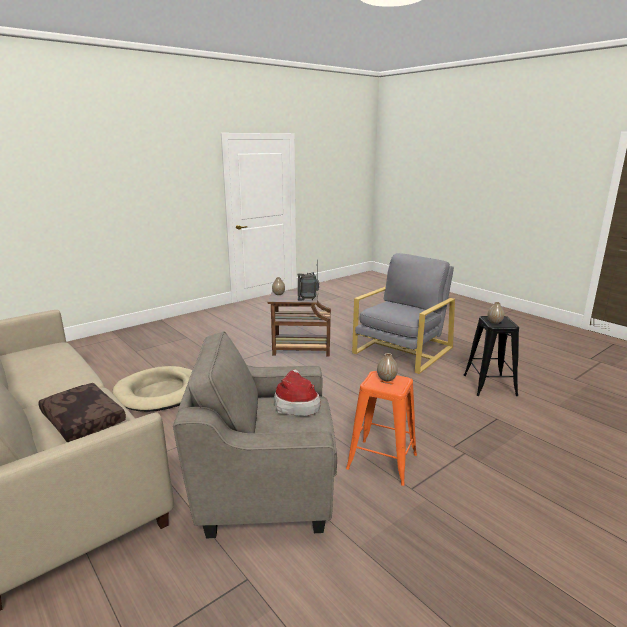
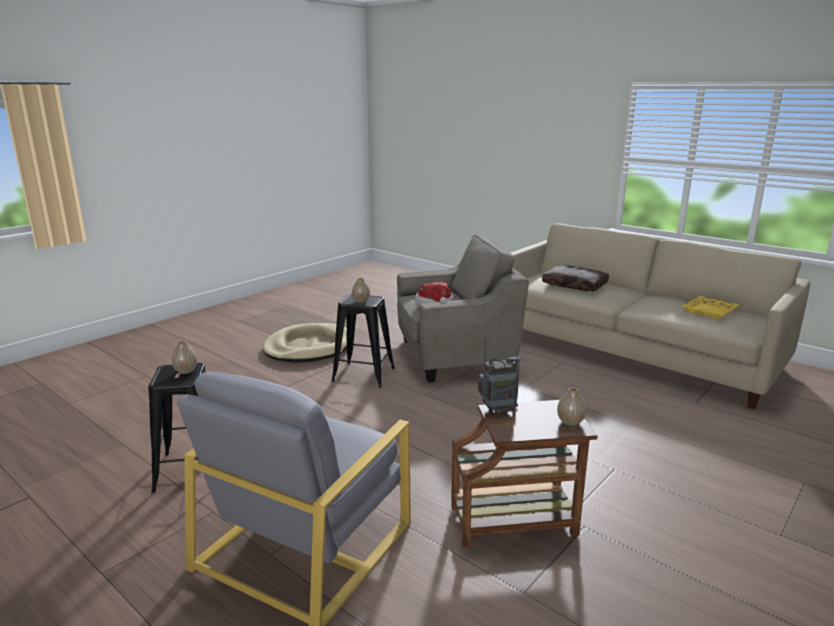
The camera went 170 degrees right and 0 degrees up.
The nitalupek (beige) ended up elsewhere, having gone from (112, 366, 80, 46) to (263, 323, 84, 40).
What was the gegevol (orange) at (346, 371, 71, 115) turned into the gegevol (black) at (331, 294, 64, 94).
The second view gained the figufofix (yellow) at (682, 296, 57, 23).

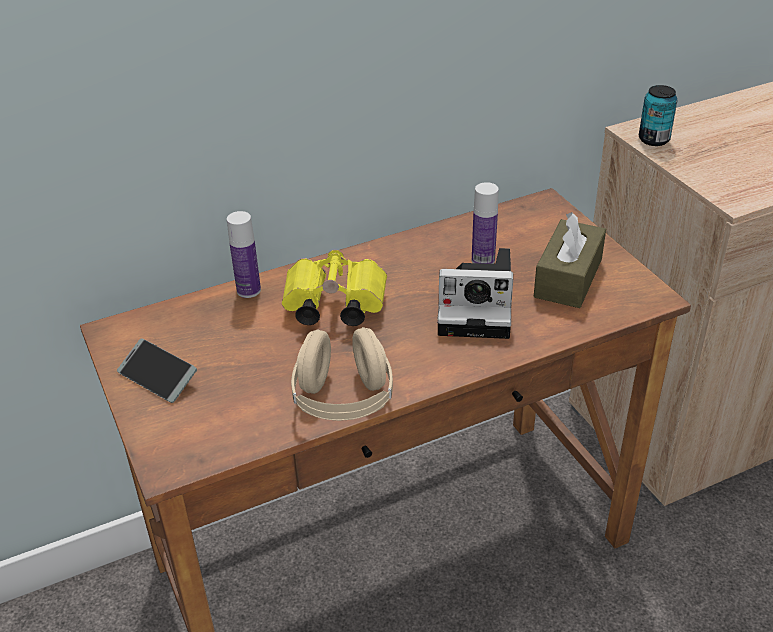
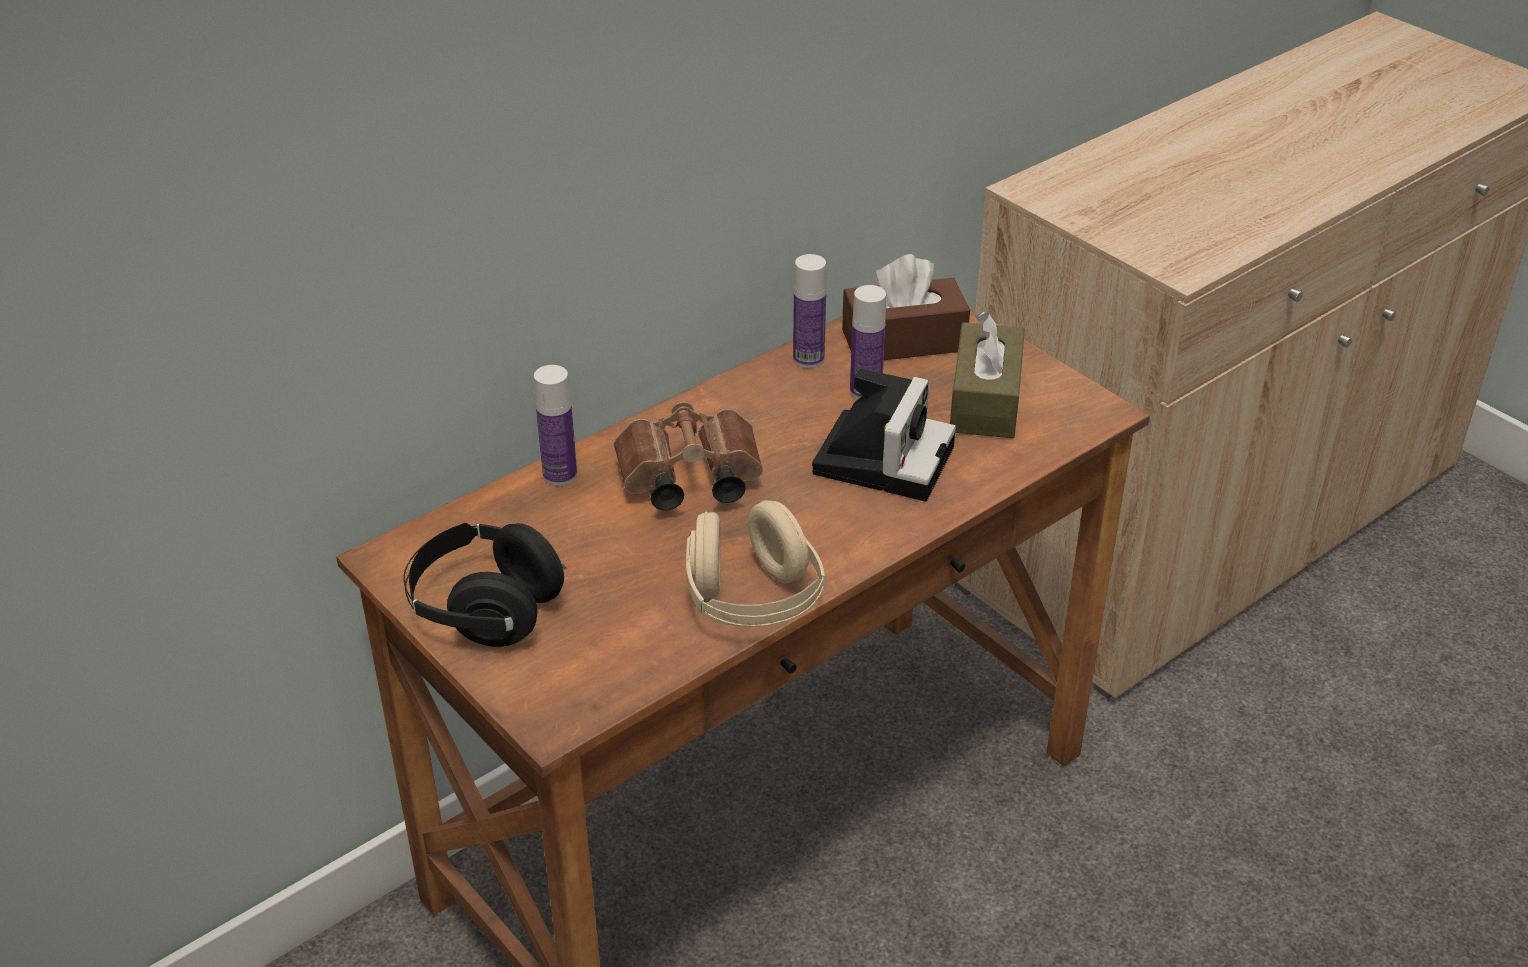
The camera went 15 degrees left and 0 degrees up.
Where the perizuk stood at (117, 339, 80, 64), the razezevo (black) came to stand at (403, 523, 164, 124).
What was the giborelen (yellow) at (282, 250, 105, 76) turned into the giborelen (brown) at (614, 402, 149, 108).
The second view gained the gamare at (793, 254, 33, 114).
The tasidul at (437, 248, 76, 91) ended up facing another way, 60 degrees counterclockwise from before.
The second view gained the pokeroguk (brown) at (842, 254, 128, 106).
The second view lost the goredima at (639, 85, 39, 61).

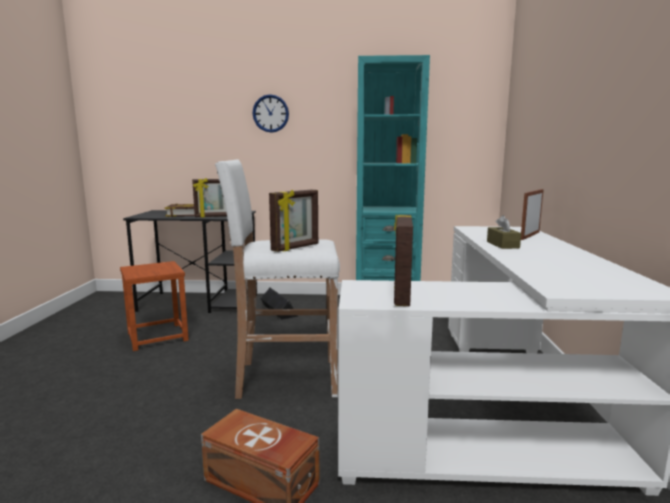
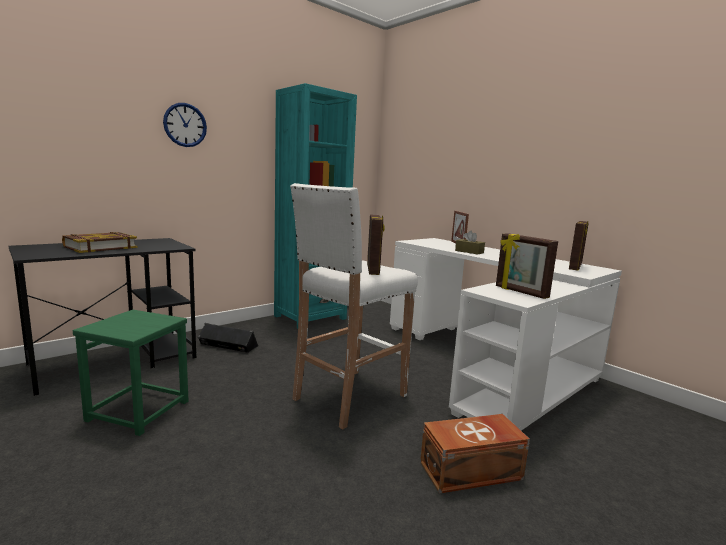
The camera went 45 degrees left and 0 degrees up.
What was the gegevol (brown) at (120, 261, 69, 90) turned into the gegevol (green) at (73, 310, 115, 126).
The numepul ended up elsewhere, having gone from (192, 178, 35, 40) to (569, 221, 20, 49).

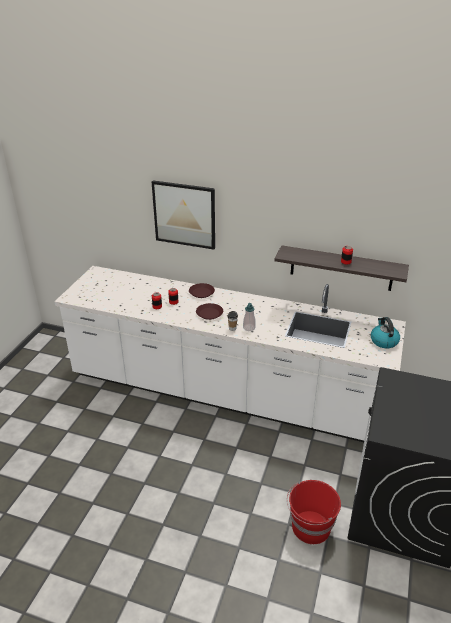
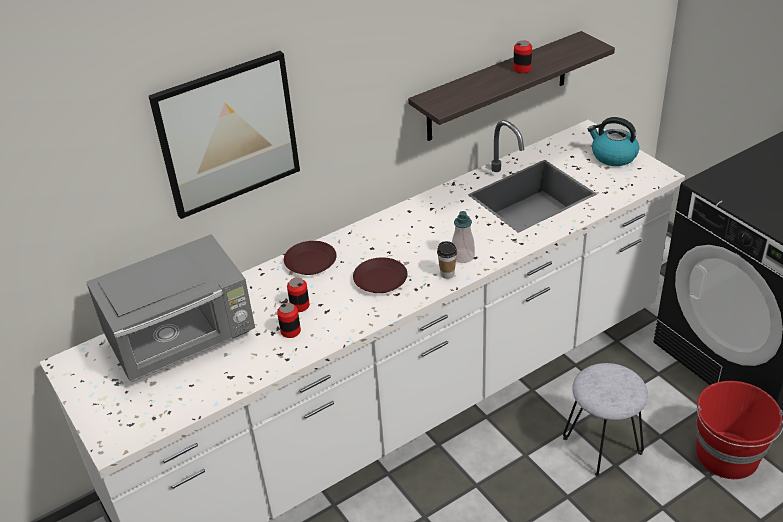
The camera went 50 degrees left and 5 degrees up.
The second view gained the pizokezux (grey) at (86, 234, 169, 148).
The second view gained the gegevol (grey) at (563, 363, 85, 114).

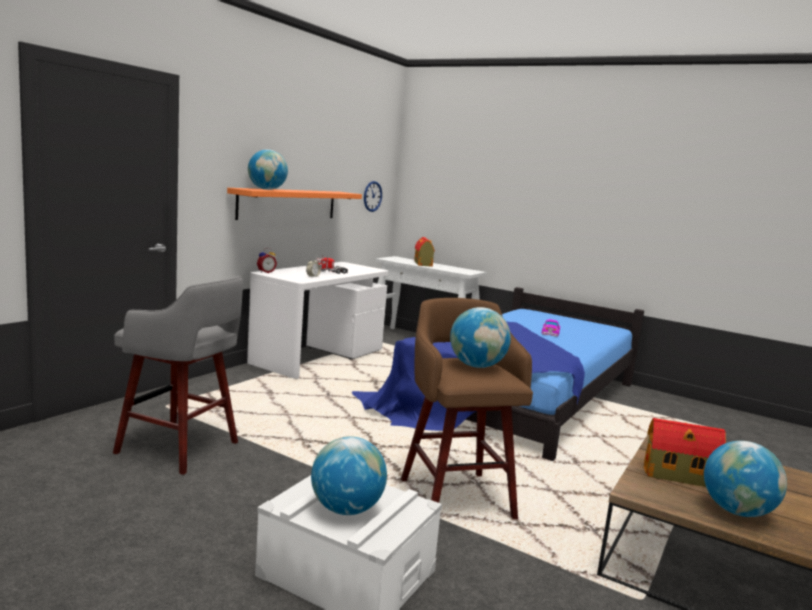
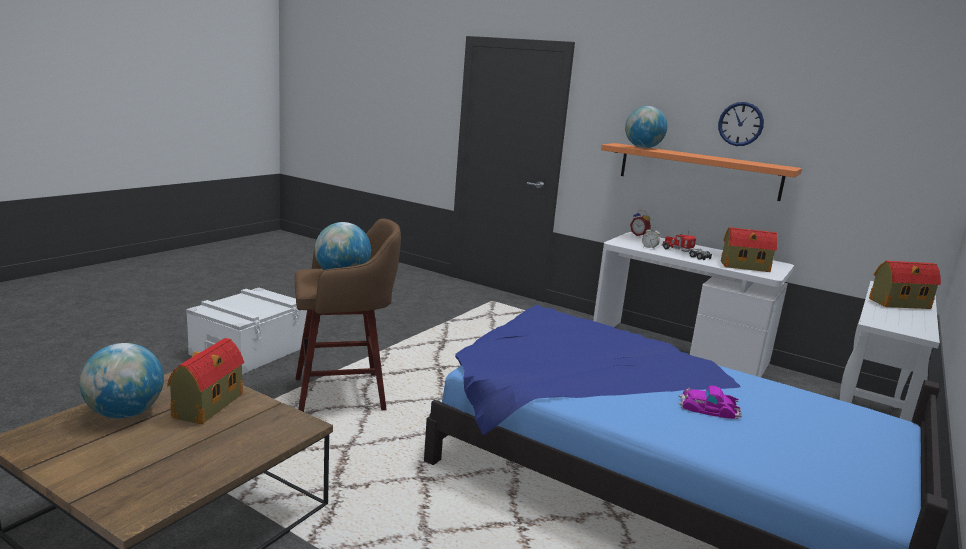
The camera went 90 degrees right and 5 degrees up.
The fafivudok ended up elsewhere, having gone from (364, 181, 18, 31) to (718, 102, 46, 44).
The second view gained the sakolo at (721, 227, 57, 45).
The second view lost the gegevol (grey) at (113, 276, 130, 199).
The second view lost the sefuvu at (311, 436, 76, 79).

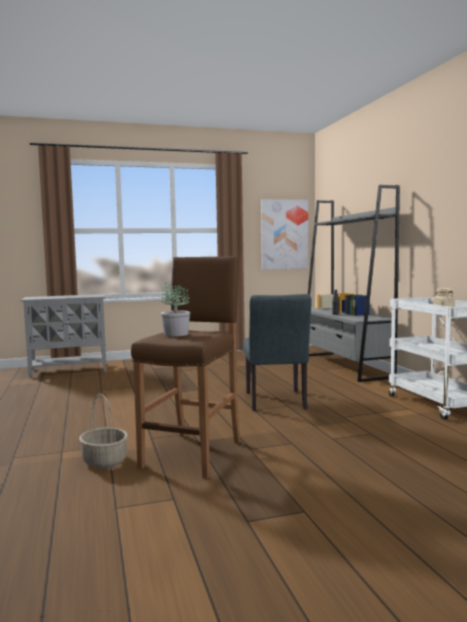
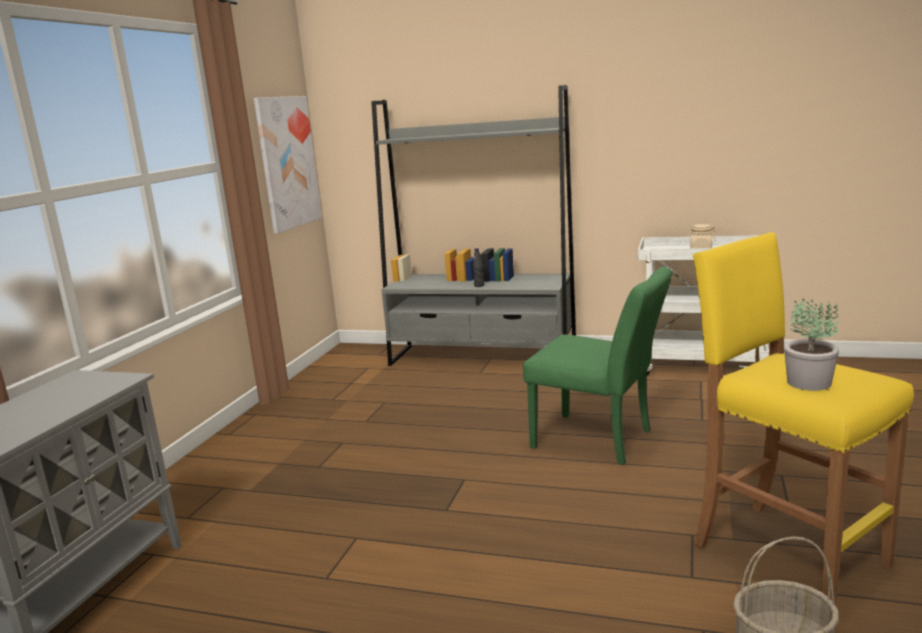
The camera went 55 degrees left and 10 degrees up.
What was the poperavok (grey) at (243, 294, 69, 117) turned into the poperavok (green) at (523, 267, 149, 198).
What was the gegevol (brown) at (131, 256, 110, 223) turned into the gegevol (yellow) at (693, 232, 221, 374).

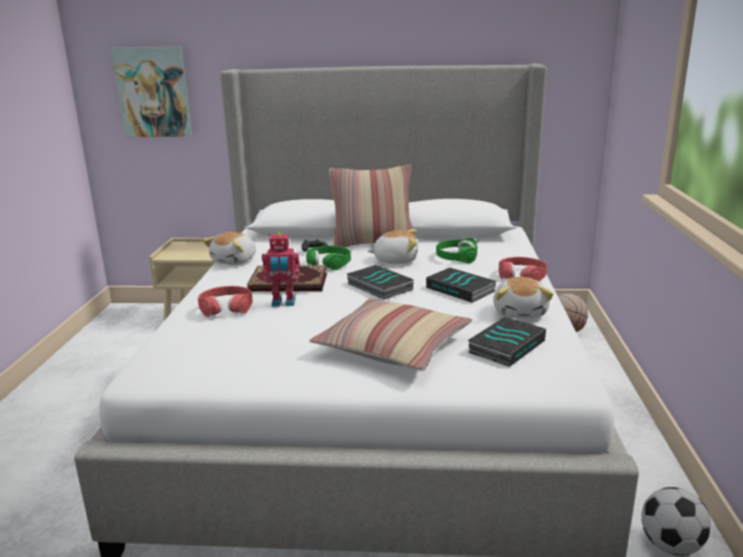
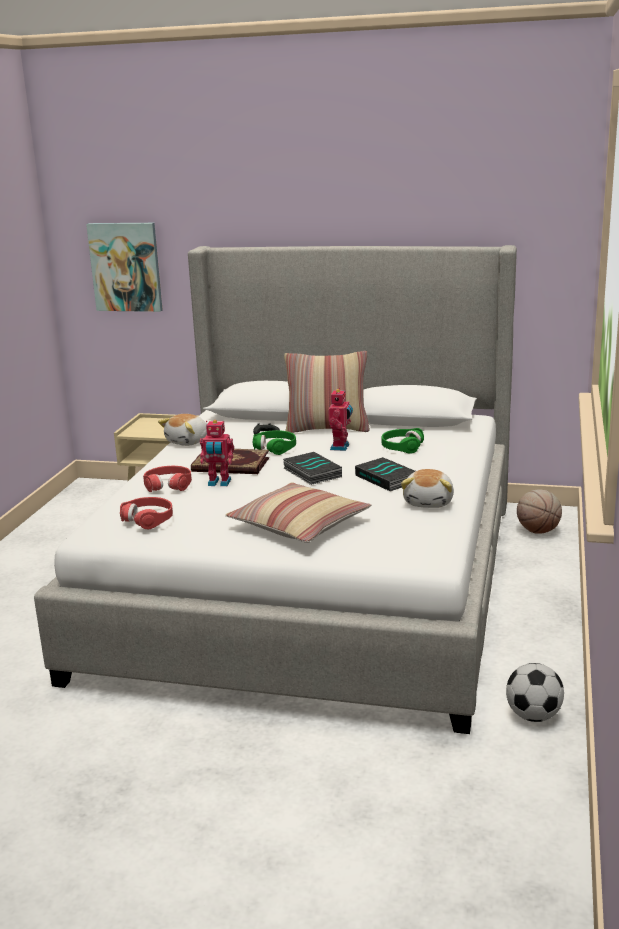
The camera went 10 degrees right and 0 degrees up.
The razezevo (red) ended up elsewhere, having gone from (499, 257, 48, 24) to (120, 497, 53, 32).
Where the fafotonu stood at (368, 229, 50, 35), the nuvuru came to stand at (328, 388, 25, 63).
The second view lost the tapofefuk at (467, 317, 79, 50).

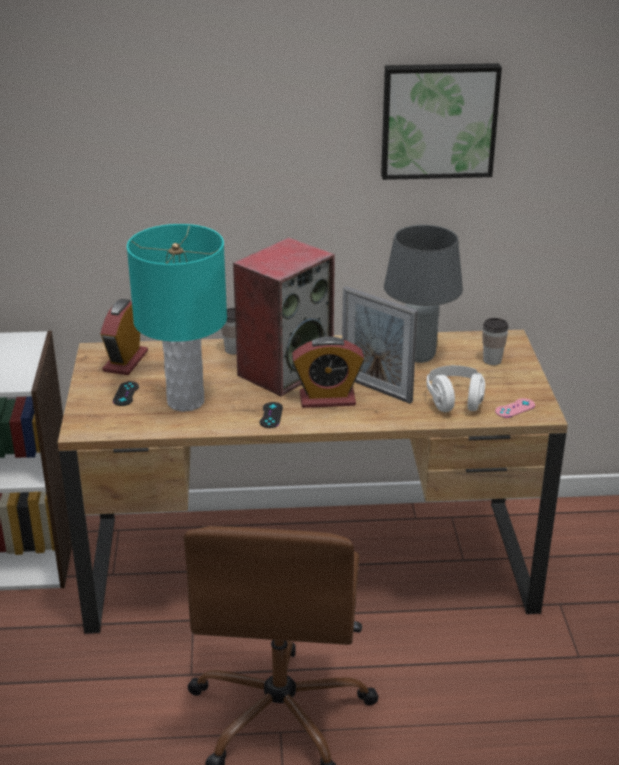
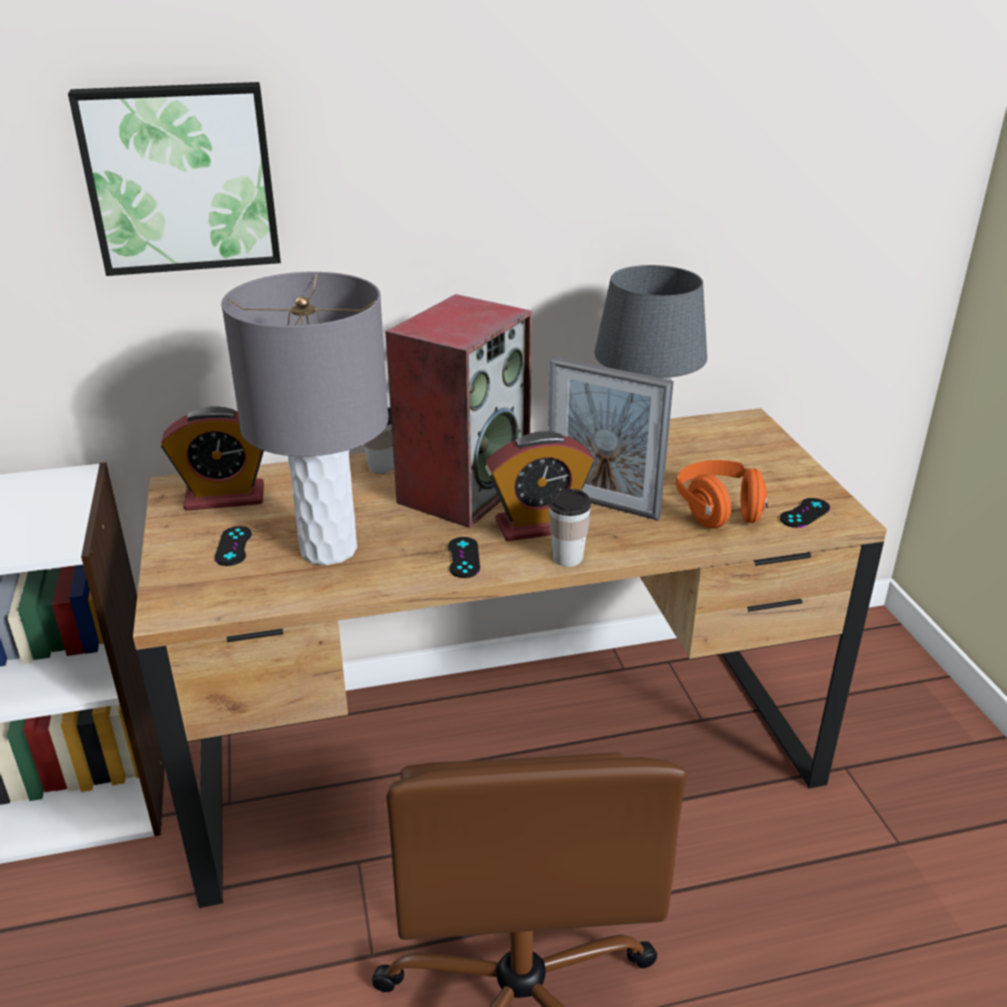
The camera went 10 degrees left and 0 degrees up.
The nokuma ended up elsewhere, having gone from (381, 63, 121, 117) to (68, 82, 213, 194).
The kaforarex at (101, 299, 47, 76) ended up facing another way, 105 degrees counterclockwise from before.
What was the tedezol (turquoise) at (127, 224, 100, 188) turned into the tedezol (grey) at (221, 272, 168, 293).
The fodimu ended up elsewhere, having gone from (482, 318, 27, 47) to (549, 489, 42, 78).
What was the razezevo (white) at (427, 365, 58, 48) turned into the razezevo (orange) at (676, 460, 92, 69).
What was the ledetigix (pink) at (495, 398, 40, 20) turned into the ledetigix (black) at (780, 498, 50, 30).

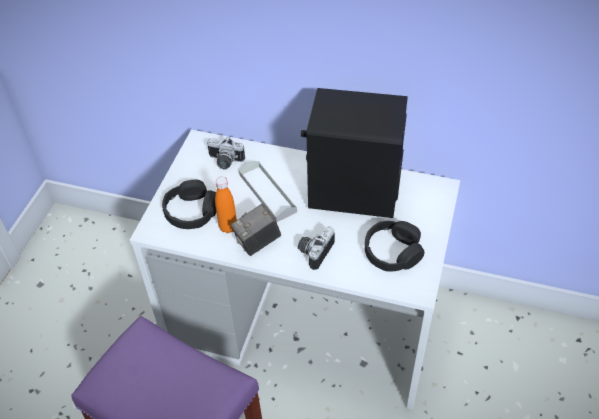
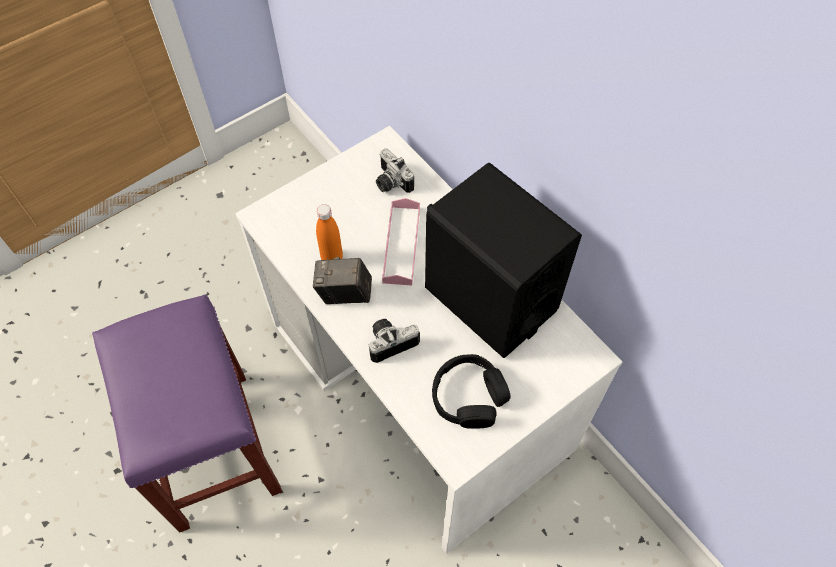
The camera went 35 degrees right and 10 degrees up.
What was the figufofix (grey) at (239, 161, 58, 61) turned into the figufofix (pink) at (382, 198, 38, 87).
The second view lost the razezevo (black) at (162, 180, 54, 49).

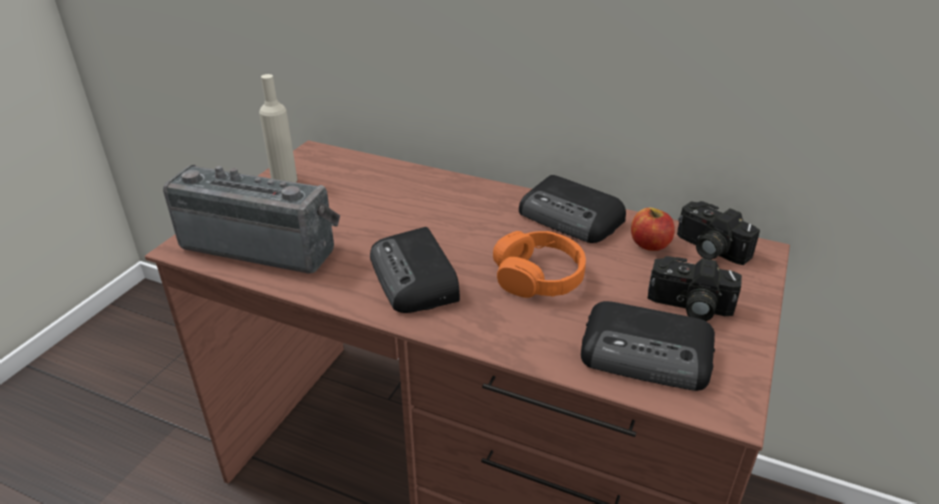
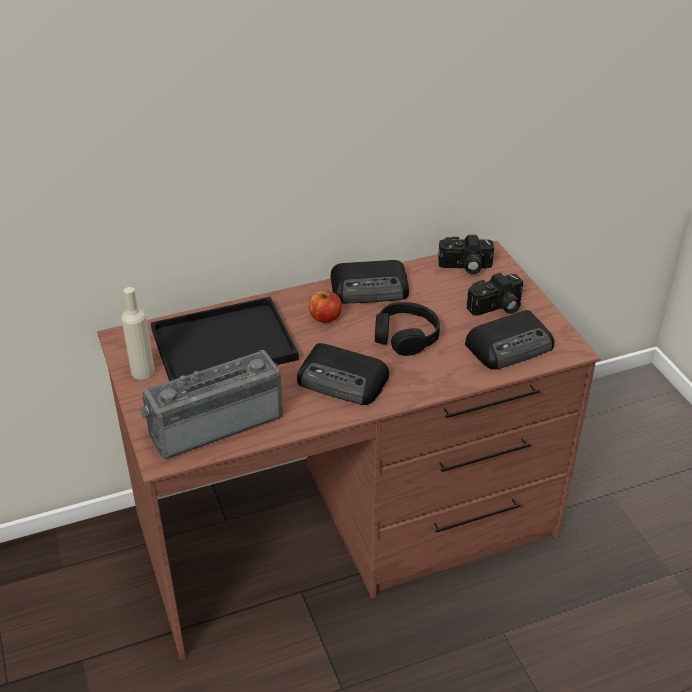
The camera went 45 degrees left and 5 degrees up.
The second view gained the figufofix (black) at (151, 297, 148, 84).
The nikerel ended up elsewhere, having gone from (631, 207, 44, 44) to (309, 291, 33, 32).
What was the razezevo (orange) at (493, 231, 93, 67) turned into the razezevo (black) at (375, 302, 65, 54).

